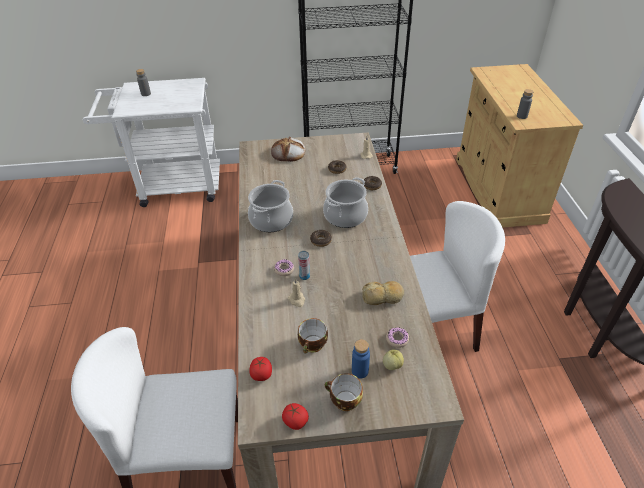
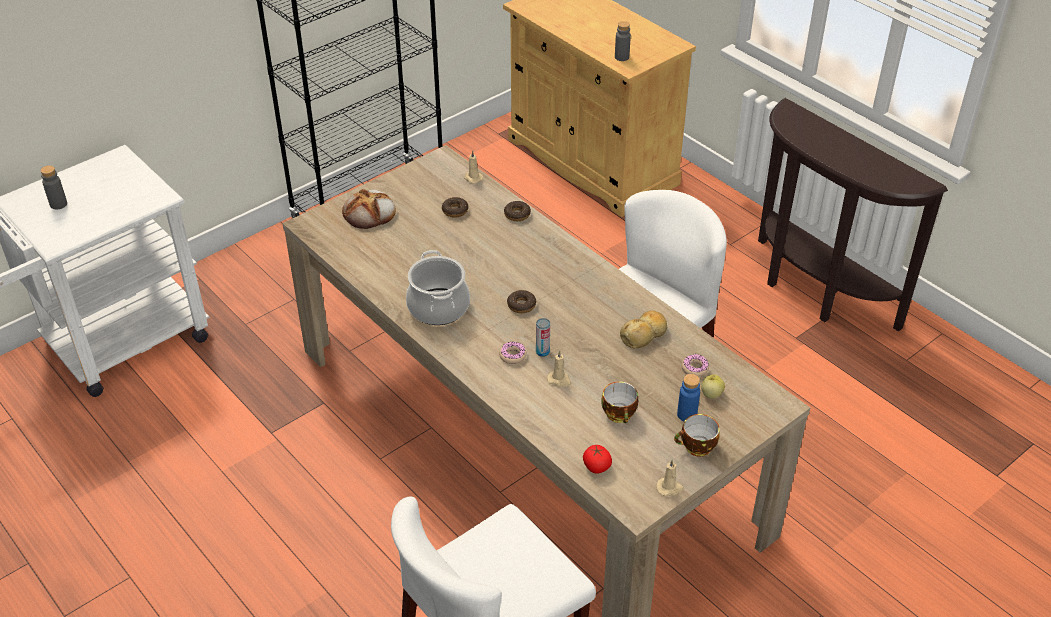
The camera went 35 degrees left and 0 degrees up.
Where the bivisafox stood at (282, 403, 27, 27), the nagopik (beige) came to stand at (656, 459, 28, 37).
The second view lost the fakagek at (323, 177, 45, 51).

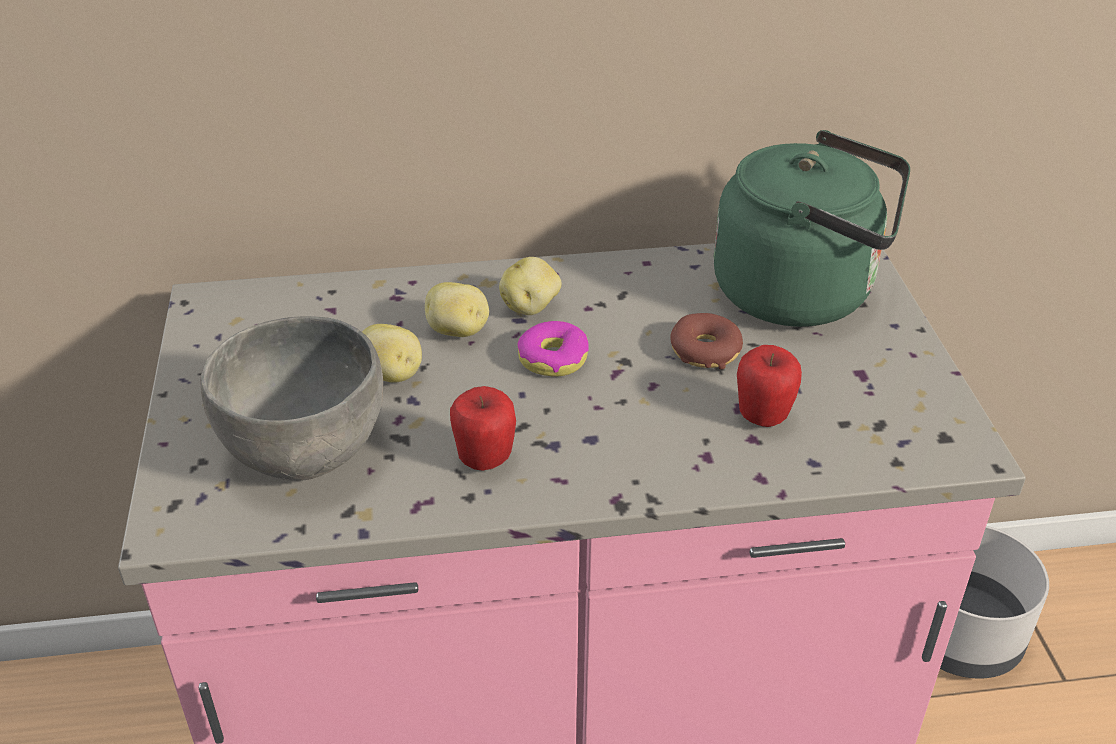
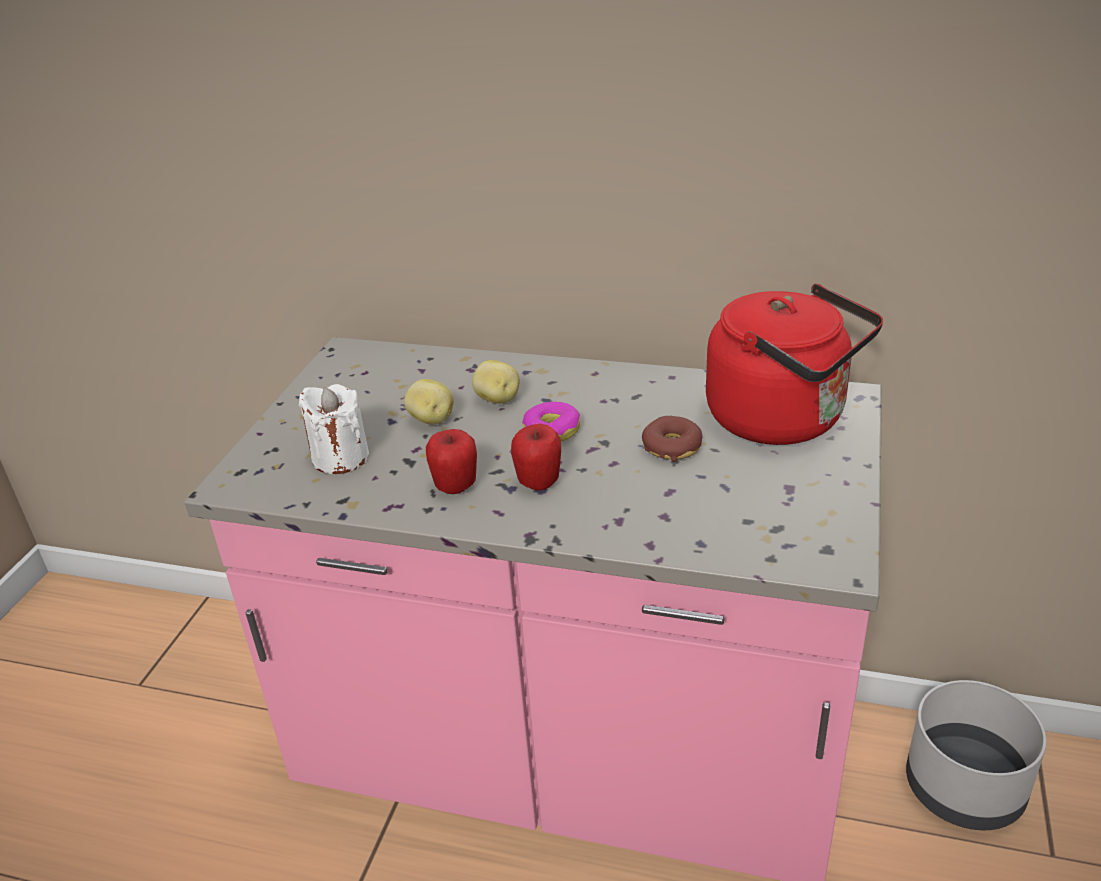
The camera went 25 degrees right and 5 degrees down.
Where the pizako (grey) stood at (200, 316, 183, 165), the nagopik (white) came to stand at (299, 384, 70, 90).
The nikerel ended up elsewhere, having gone from (737, 345, 65, 82) to (511, 424, 50, 66).
What was the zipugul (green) at (713, 130, 197, 197) turned into the zipugul (red) at (706, 283, 177, 162).
The second view lost the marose at (499, 257, 62, 58).

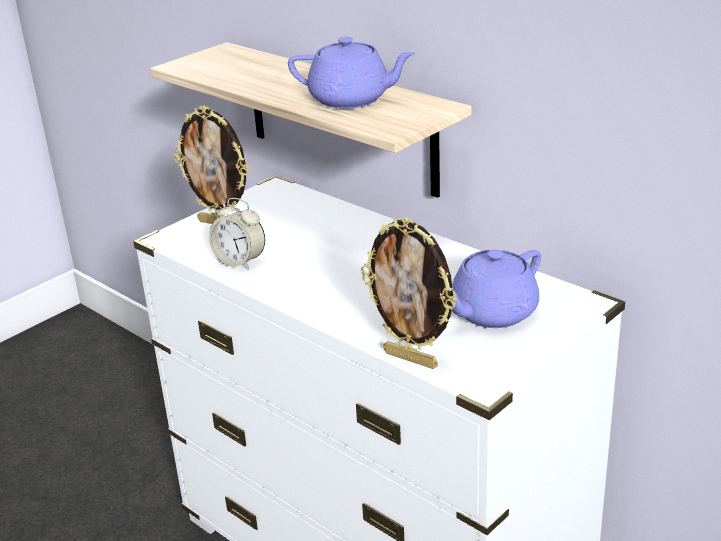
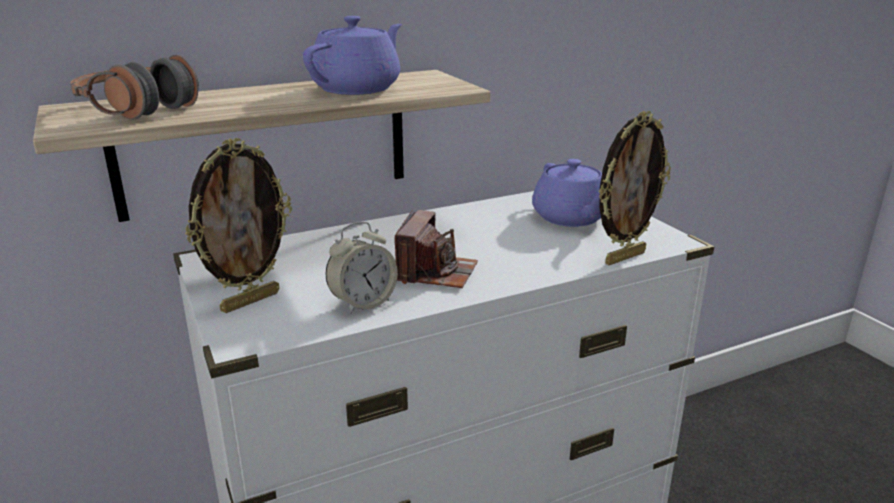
The camera went 70 degrees left and 5 degrees down.
The second view gained the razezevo at (71, 55, 128, 64).
The second view gained the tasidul at (395, 210, 83, 78).

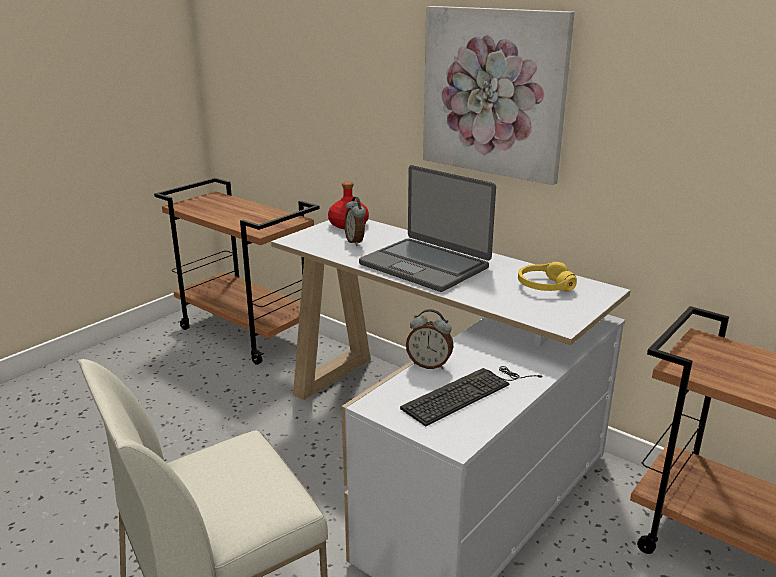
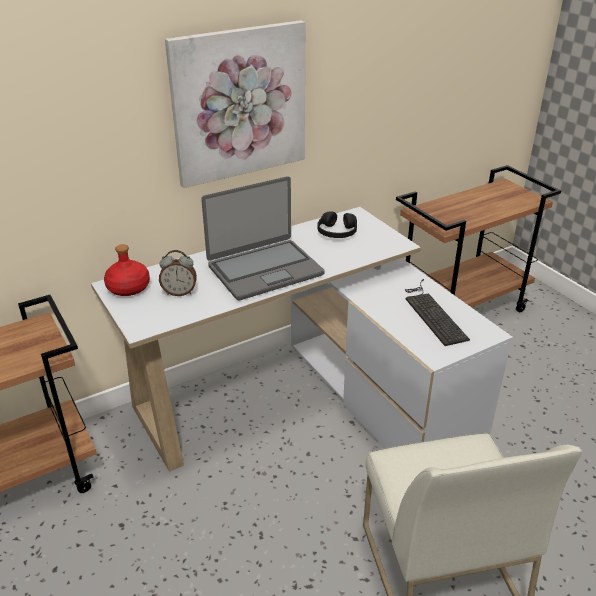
The camera went 70 degrees left and 10 degrees up.
What was the razezevo (yellow) at (518, 262, 59, 30) turned into the razezevo (black) at (317, 212, 40, 26).
The second view lost the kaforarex at (406, 309, 47, 60).

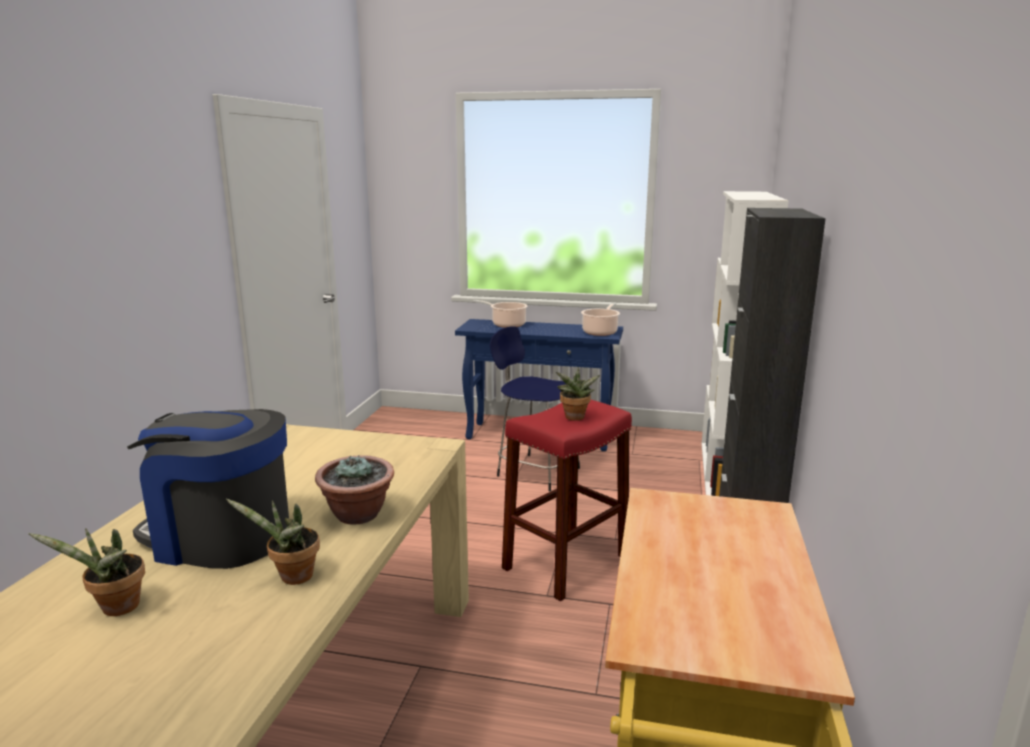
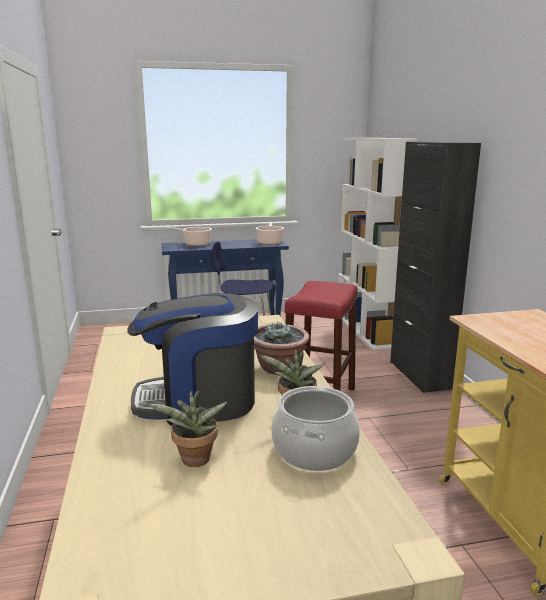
The camera went 25 degrees left and 0 degrees up.
The second view gained the fakagek at (271, 386, 89, 85).
The second view lost the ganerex at (556, 367, 44, 54).

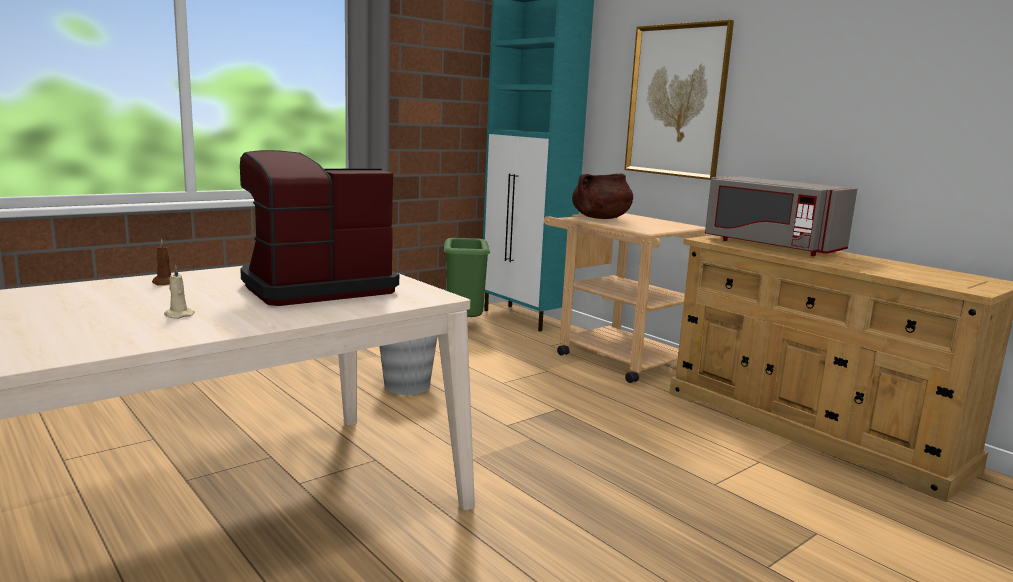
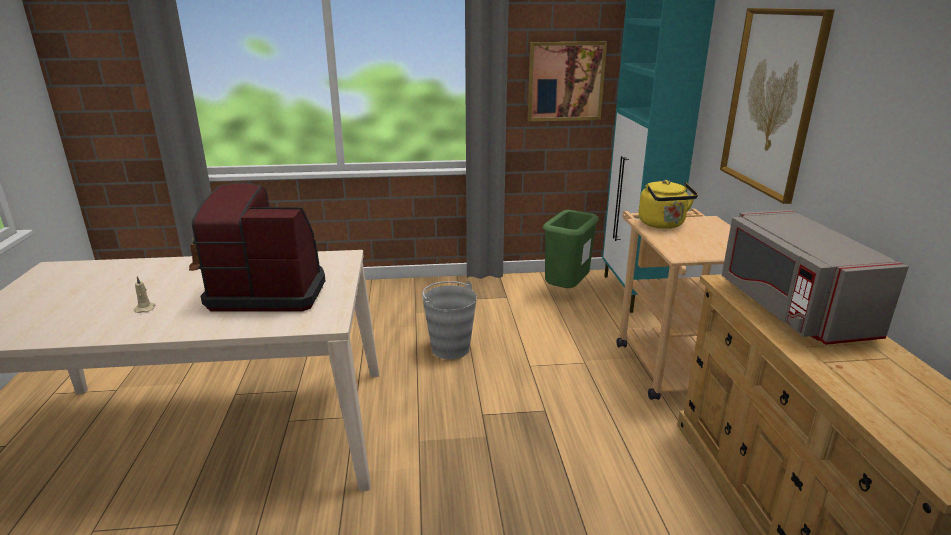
The camera went 35 degrees right and 10 degrees up.
The second view gained the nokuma at (528, 42, 79, 79).
Where the fakagek (brown) stood at (572, 173, 61, 46), the zipugul (yellow) came to stand at (639, 180, 59, 49).

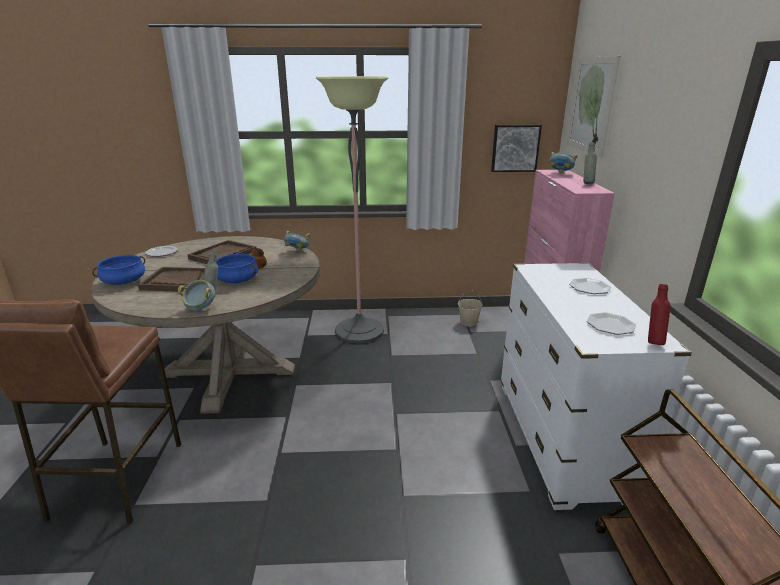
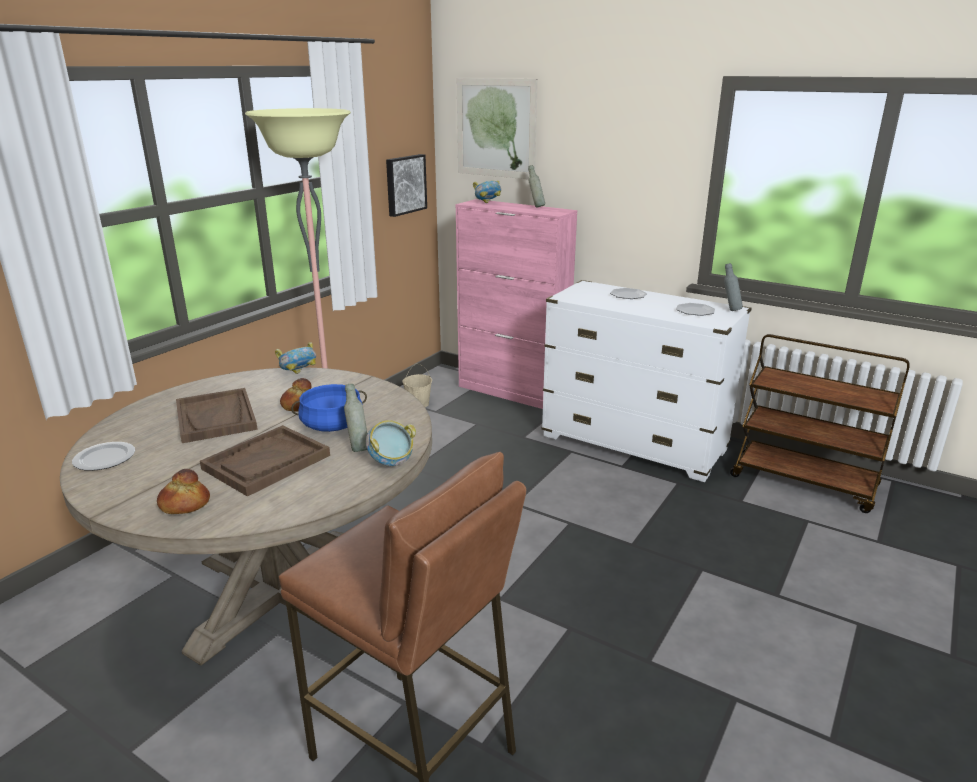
The camera went 55 degrees left and 0 degrees up.
Where the fakagek (blue) stood at (92, 255, 53, 30), the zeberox came to stand at (157, 469, 53, 45).
What was the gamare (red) at (648, 284, 23, 61) turned into the gamare (grey) at (724, 263, 19, 48).

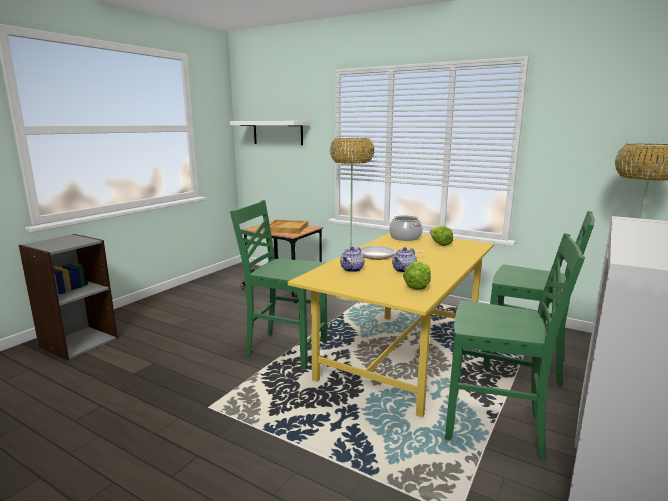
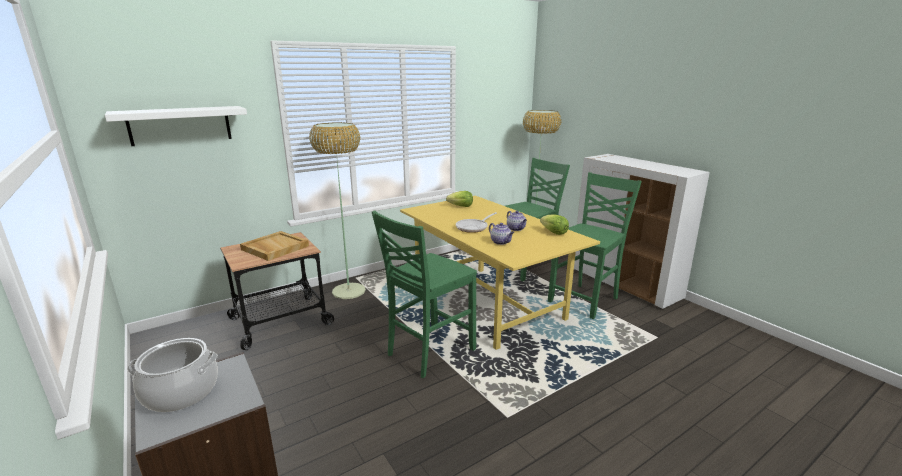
The camera went 65 degrees left and 5 degrees up.
The fakagek ended up elsewhere, having gone from (389, 215, 34, 26) to (127, 338, 91, 74).

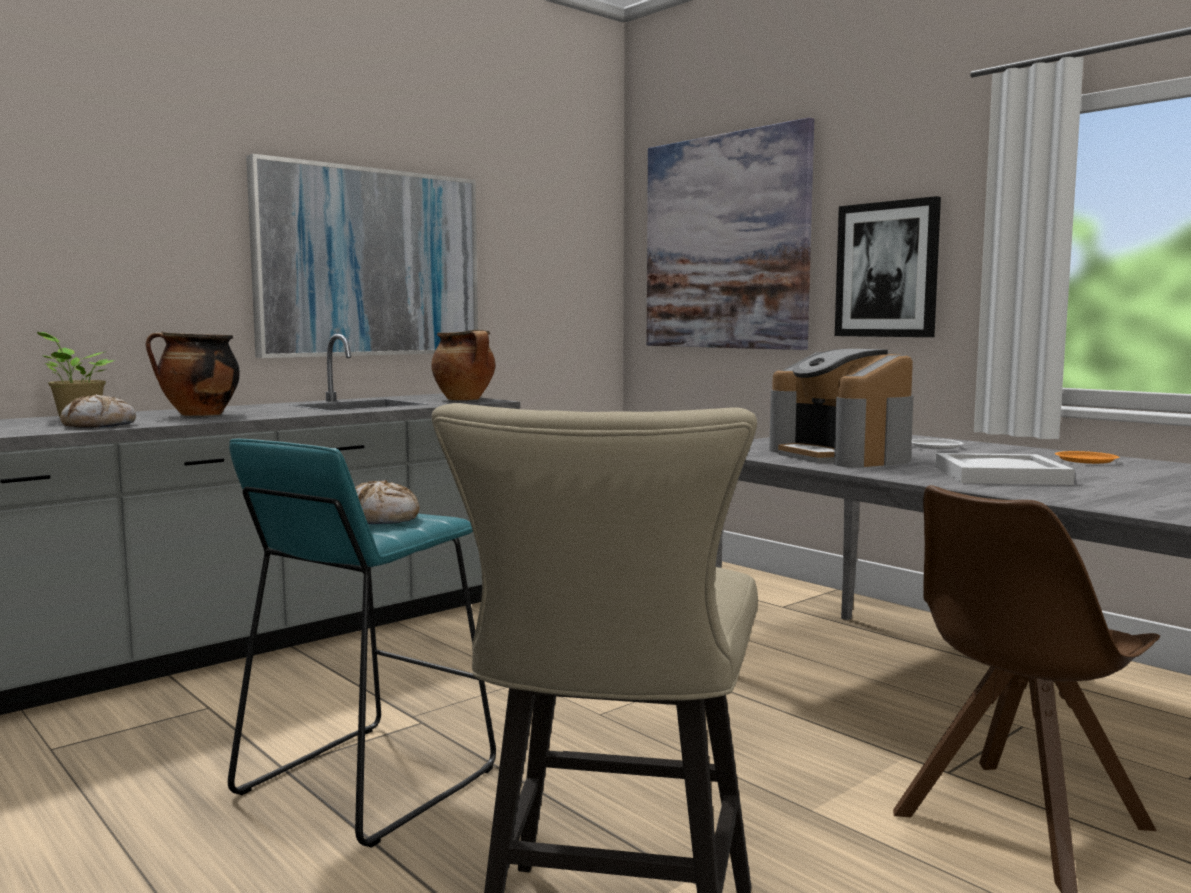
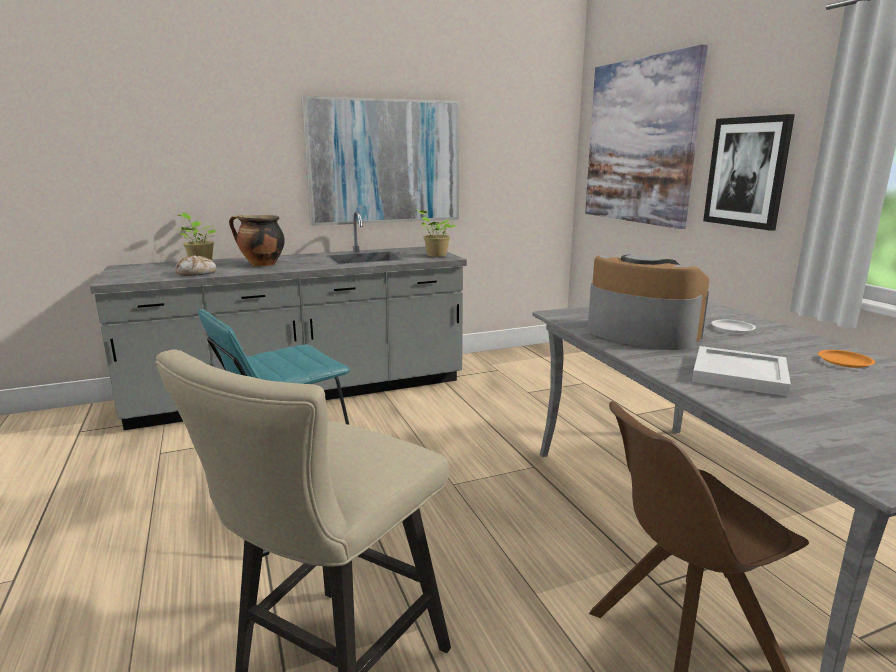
The camera went 20 degrees right and 10 degrees up.
Where the fakagek stood at (431, 330, 65, 70), the ganerex came to stand at (416, 209, 40, 48).
The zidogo at (769, 349, 145, 119) ended up facing another way, 135 degrees clockwise from before.
The second view lost the zeberox at (355, 480, 64, 44).

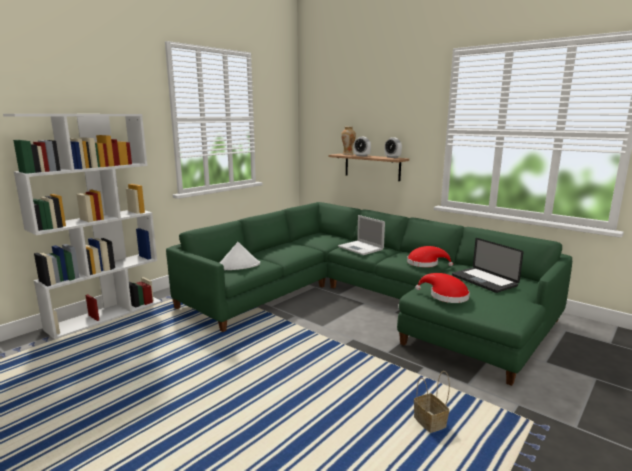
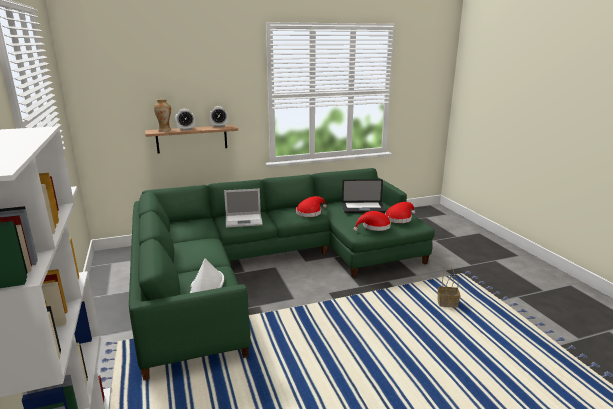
The camera went 60 degrees left and 5 degrees up.
The second view gained the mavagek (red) at (385, 202, 30, 21).

